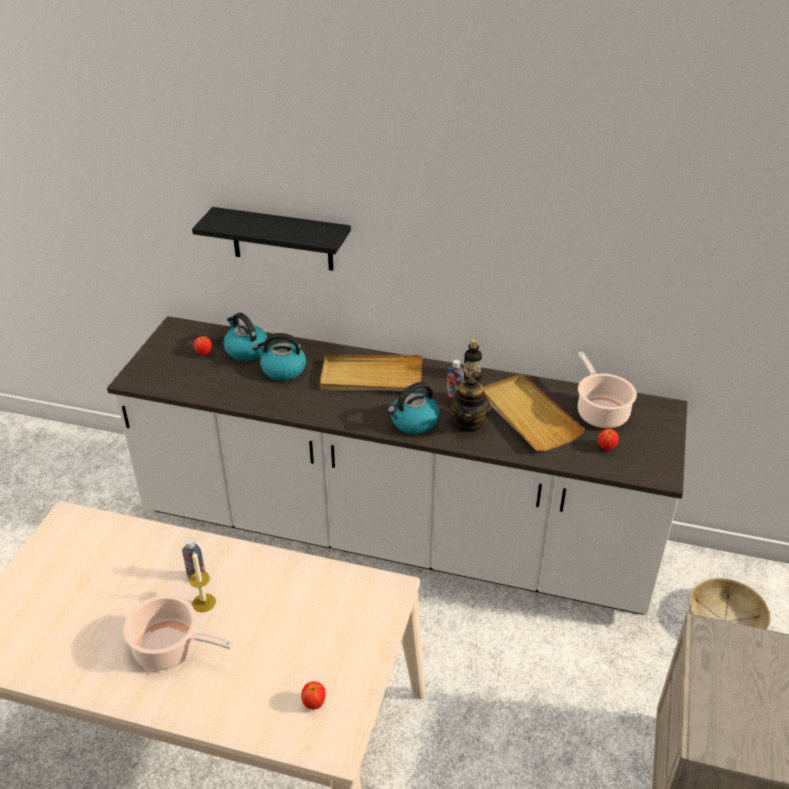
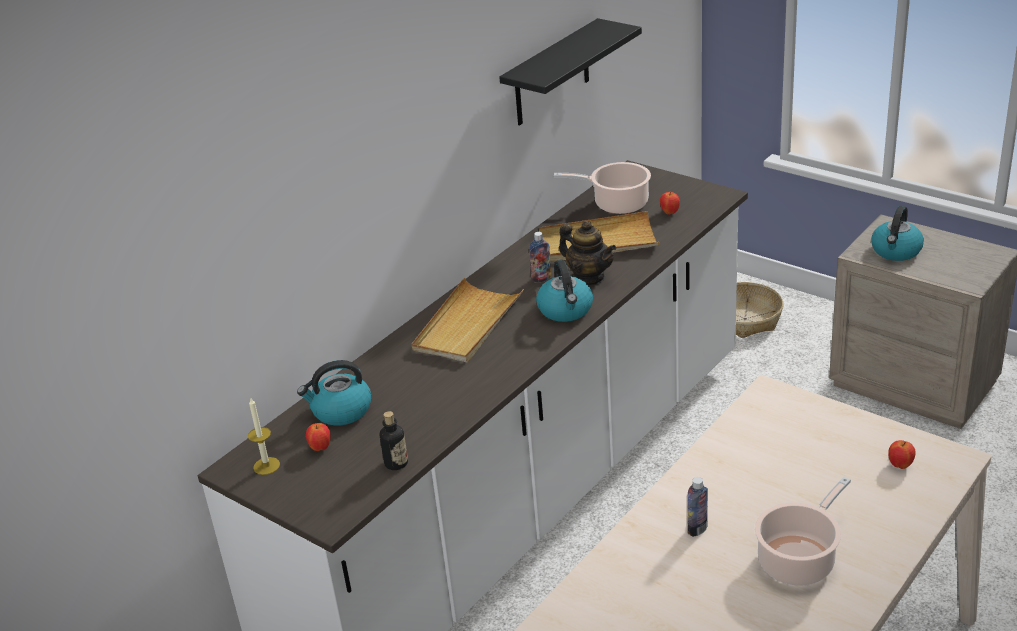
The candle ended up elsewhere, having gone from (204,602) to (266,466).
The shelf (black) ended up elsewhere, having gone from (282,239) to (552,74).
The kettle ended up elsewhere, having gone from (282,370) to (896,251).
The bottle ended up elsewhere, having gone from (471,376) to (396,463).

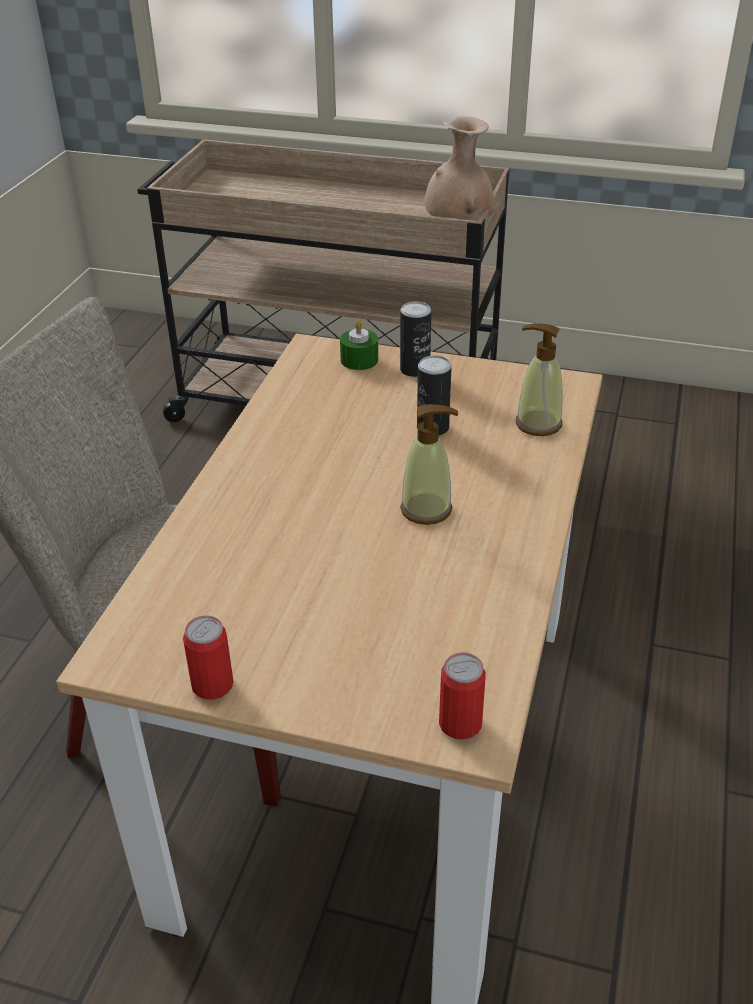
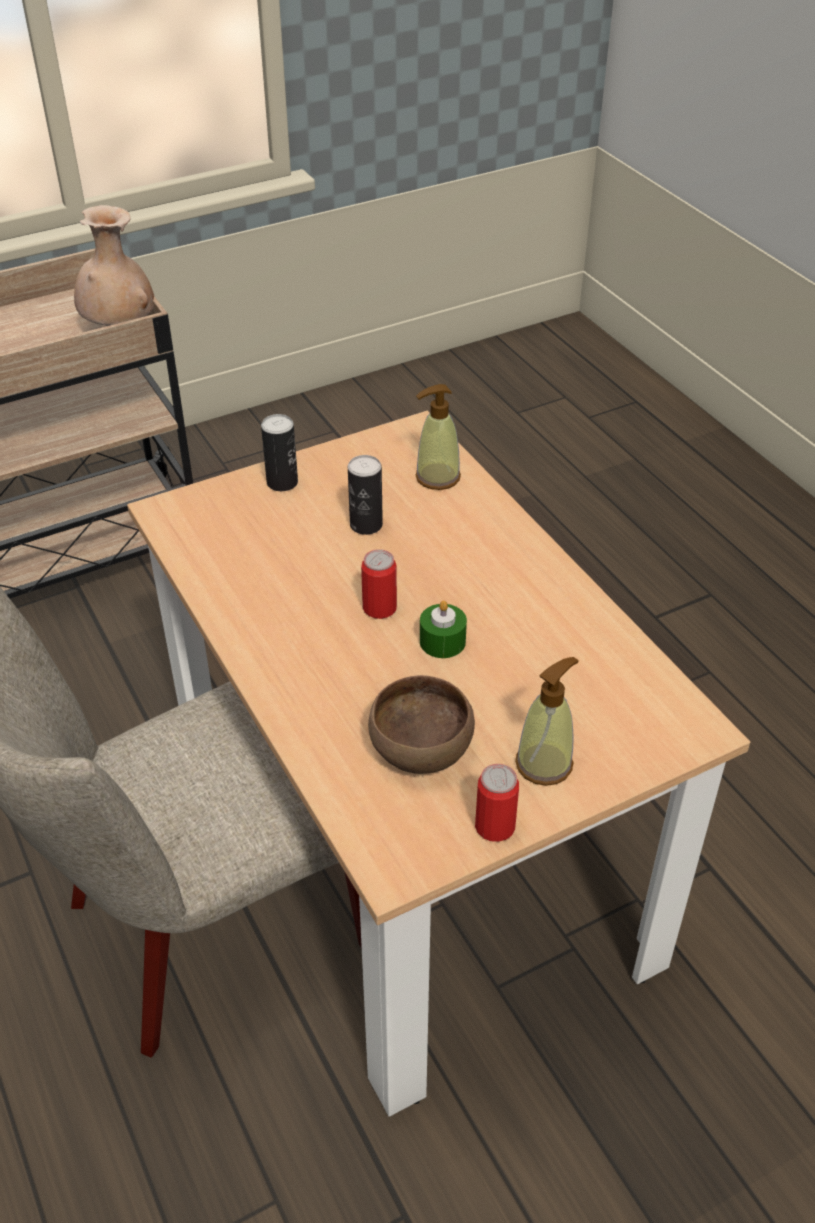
The candle (green) ended up elsewhere, having gone from (359,360) to (442,641).
The soap dispenser ended up elsewhere, having gone from (426,509) to (544,764).
The can ended up elsewhere, having gone from (460,723) to (379,608).
The second view gained the bowl (brown) at (418,749).

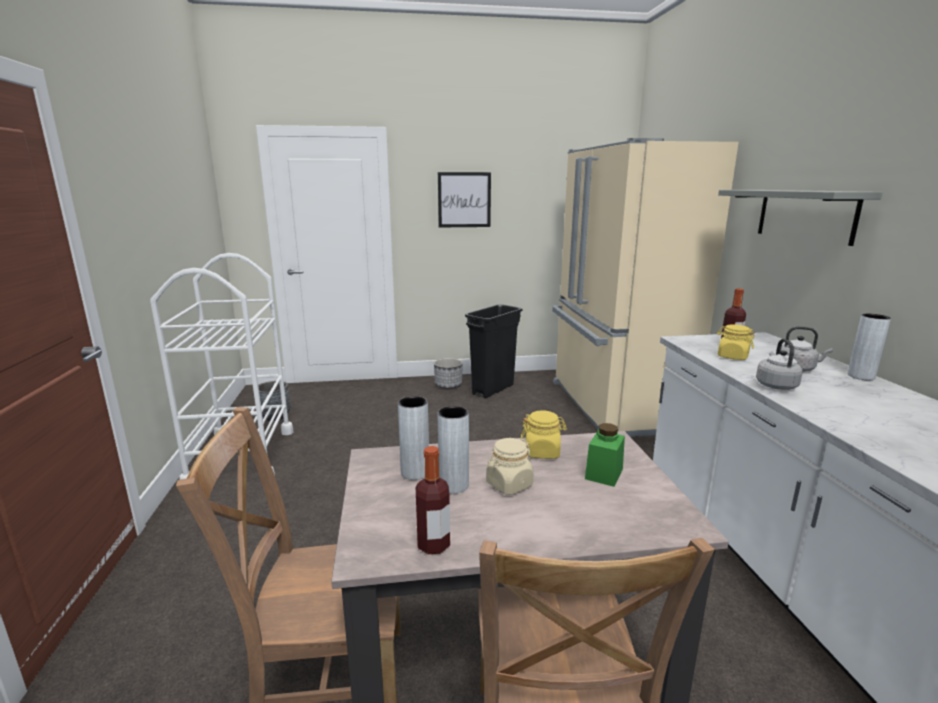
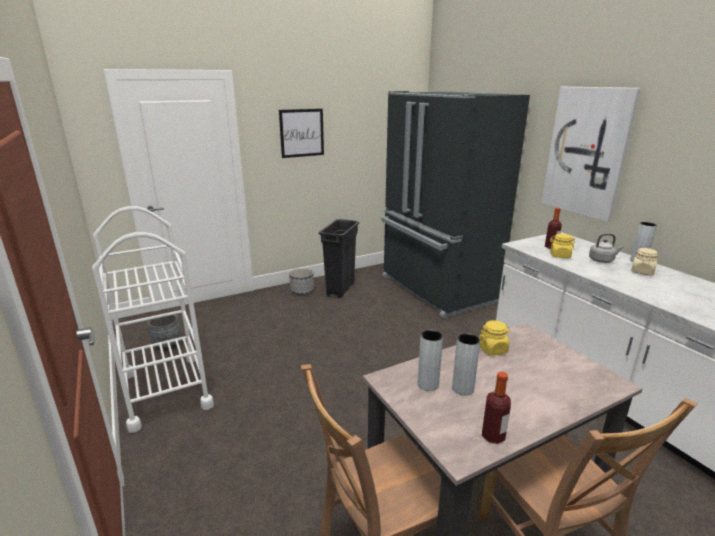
The jar (beige) ended up elsewhere, having gone from (509,485) to (642,272).
What was the fridge (beige) at (613,406) turned into the fridge (black) at (436,289).
The second view lost the jar (green) at (604,474).
Where the shelf (grey) hung at (805,215), the picture came to hang at (587,152).
The second view lost the kettle (grey) at (775,385).

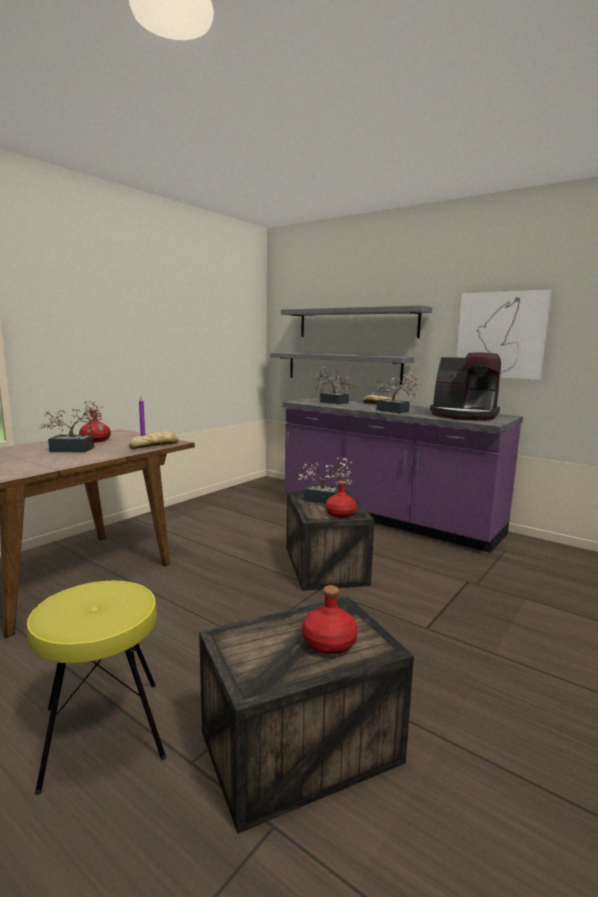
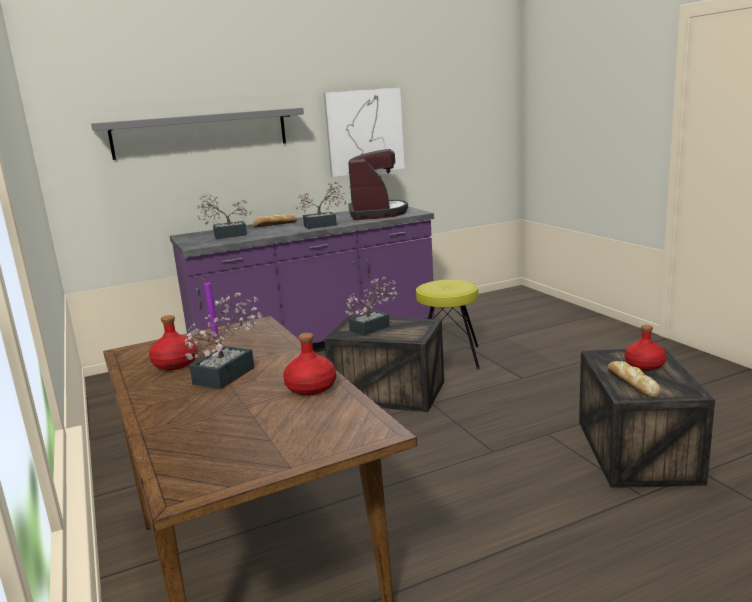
The stool (yellow) ended up elsewhere, having gone from (104,731) to (448,357).
The bread ended up elsewhere, having gone from (155,445) to (631,384).
The second view lost the shelf (grey) at (342,368).
The bottle (red) ended up elsewhere, having gone from (340,514) to (310,388).
The coffee machine at (464,415) ended up facing another way, 60 degrees counterclockwise from before.

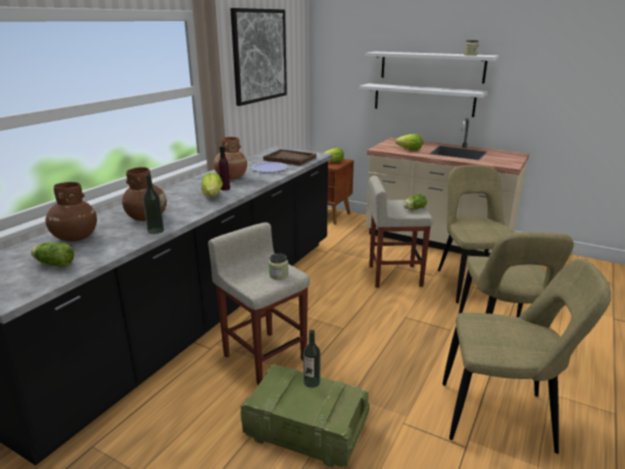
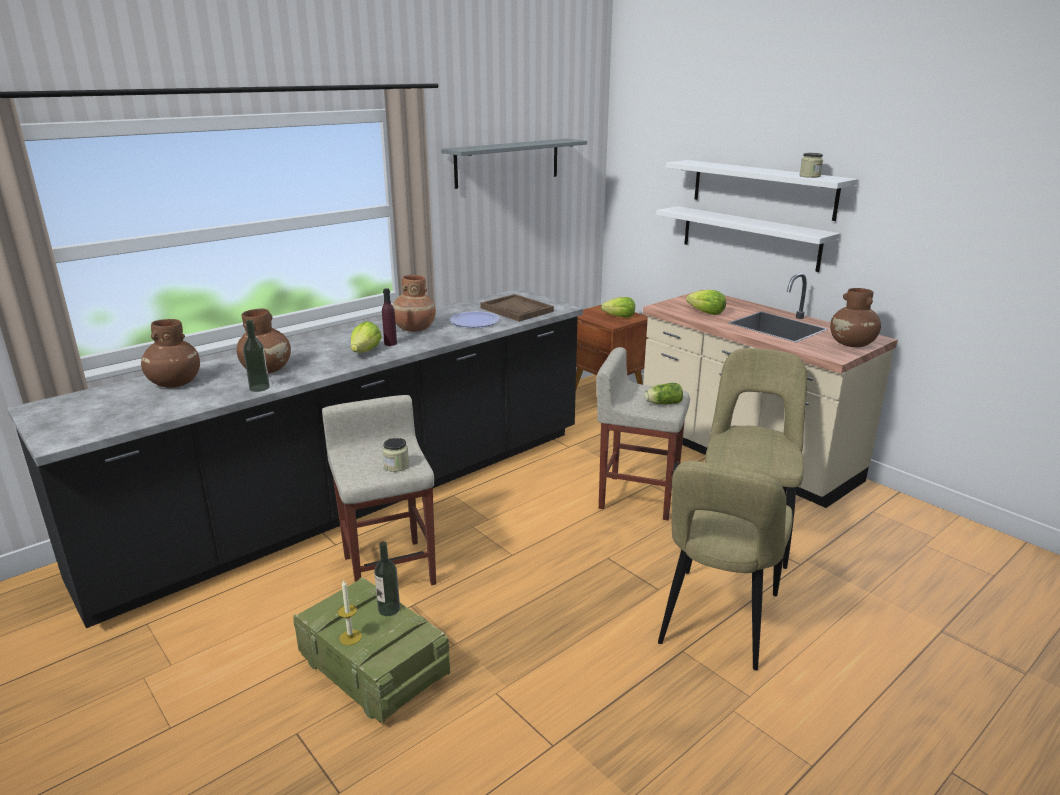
The second view lost the lettuce at (53,263).
Where the picture hung at (259,55), the shelf (grey) came to hang at (507,162).
The second view lost the chair (beige) at (502,417).
The second view gained the candle at (350,637).
The second view gained the vase (brown) at (851,344).

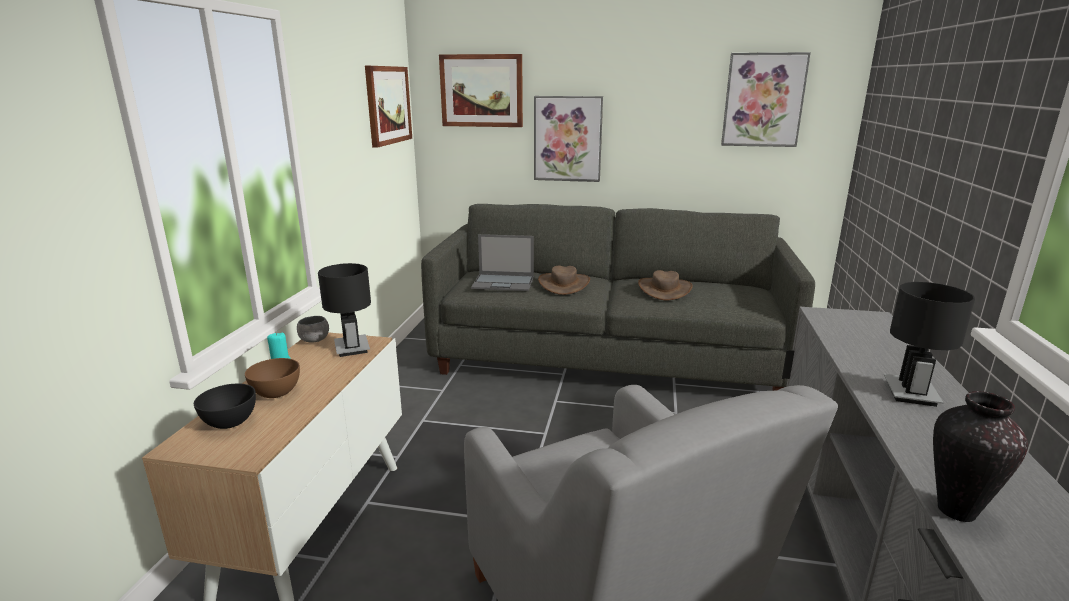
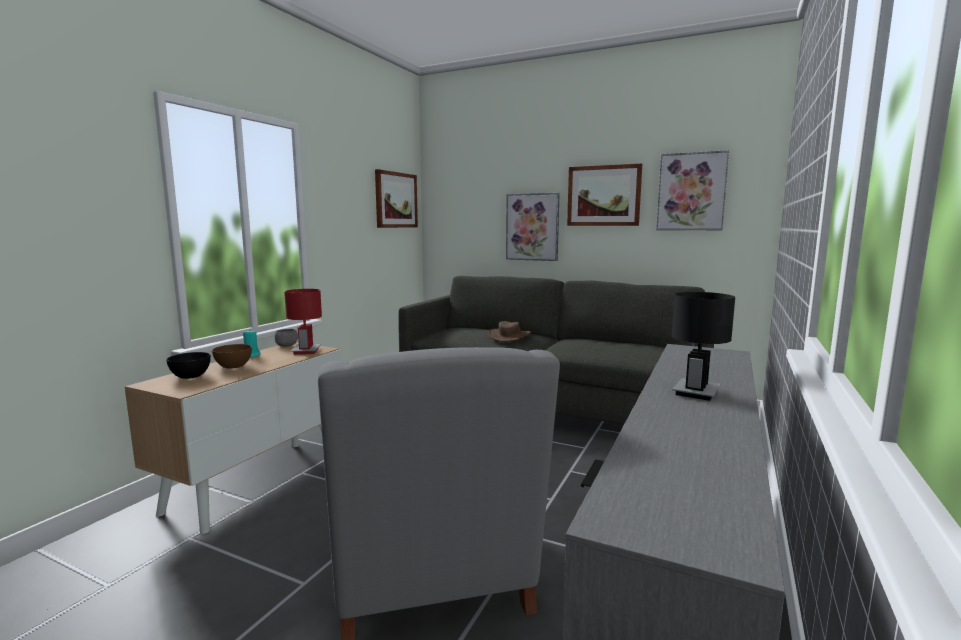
What was the table lamp (black) at (351,348) turned into the table lamp (red) at (306,351).
The picture ended up elsewhere, having gone from (481,91) to (603,196).
The second view lost the laptop at (504,283).
The second view lost the hat (brown) at (664,289).
The second view lost the vase at (955,510).

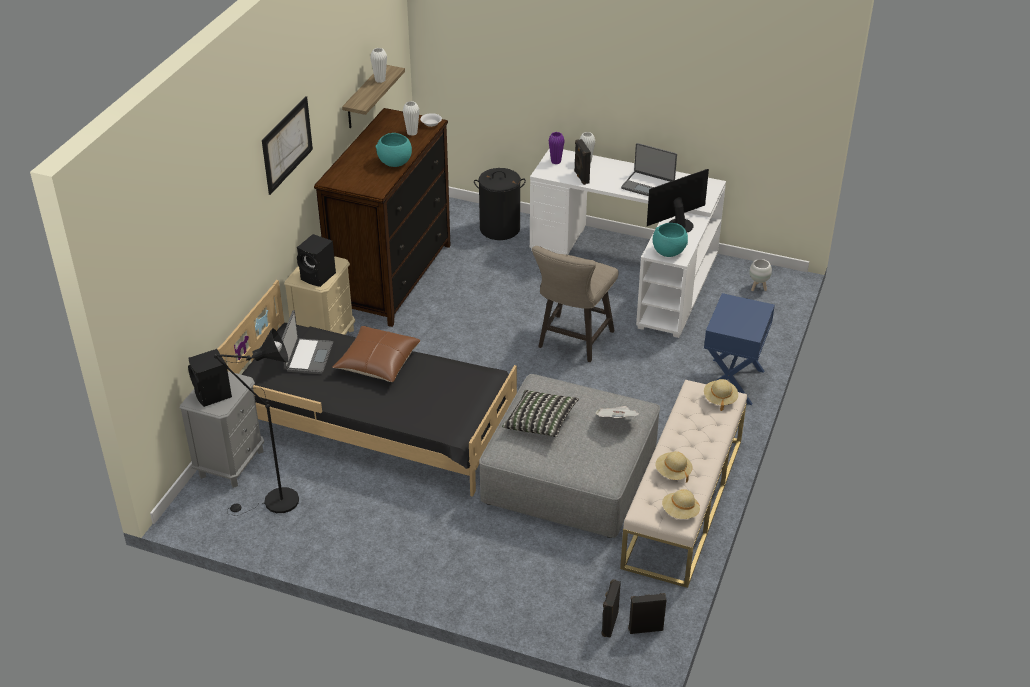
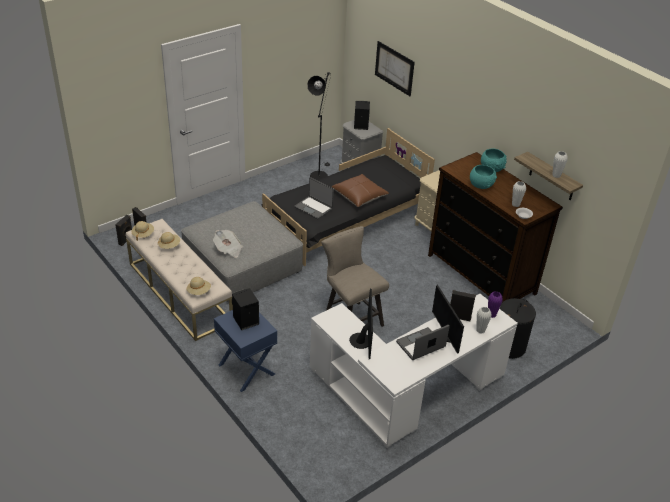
The picture ended up elsewhere, having gone from (287,144) to (394,68).
The laptop ended up elsewhere, having gone from (308,357) to (314,208).
The speaker (black) ended up elsewhere, having gone from (319,277) to (245,321).
The second view lost the pillow at (540,422).
The bowl (turquoise) ended up elsewhere, having gone from (668,251) to (492,169).
The second view lost the planter (white) at (758,288).
The second view gained the monitor at (448,335).

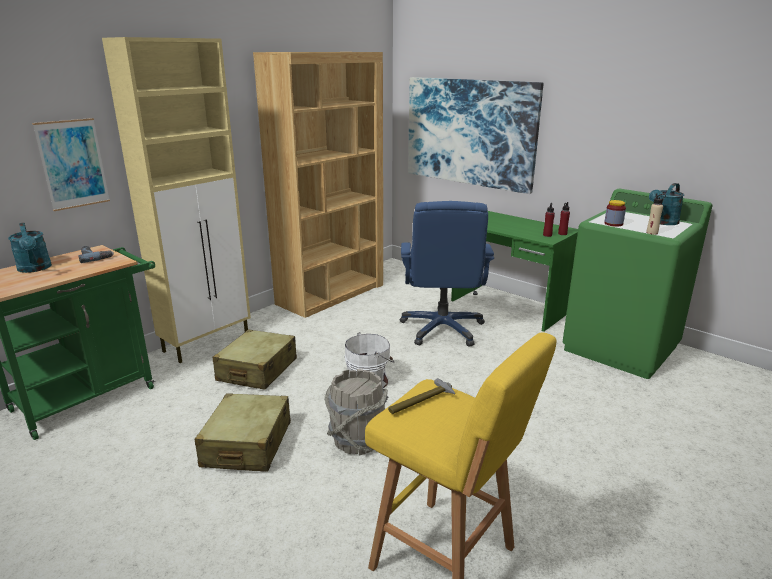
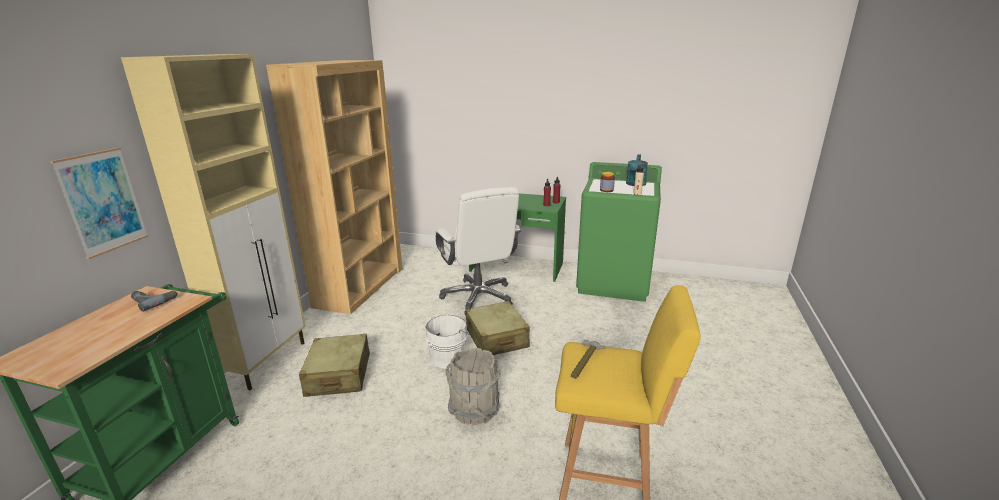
The second view lost the watering can (turquoise) at (35,269).
The suitcase (beige) ended up elsewhere, having gone from (247,444) to (496,338).
What was the office chair (blue) at (442,329) turned into the office chair (white) at (478,297).
The second view lost the picture at (469,132).

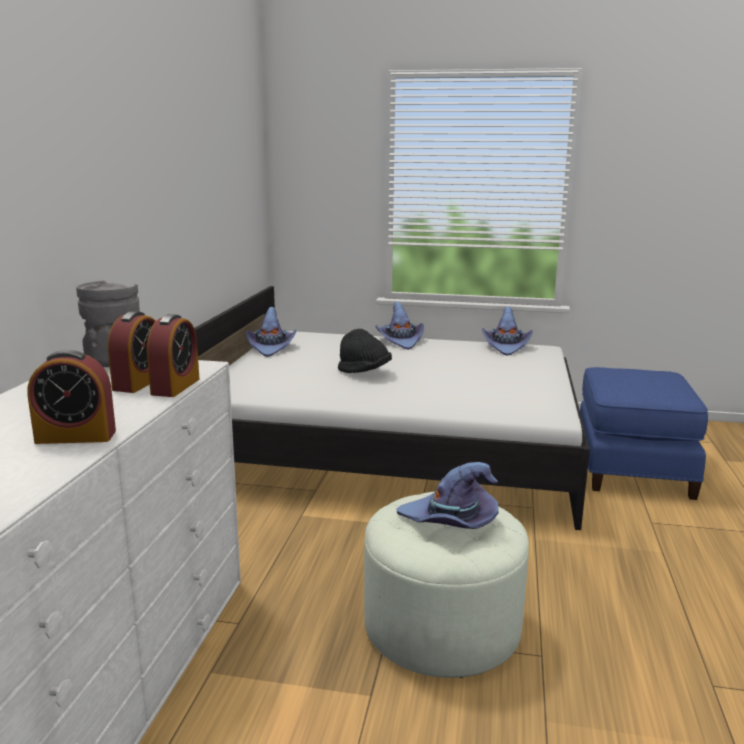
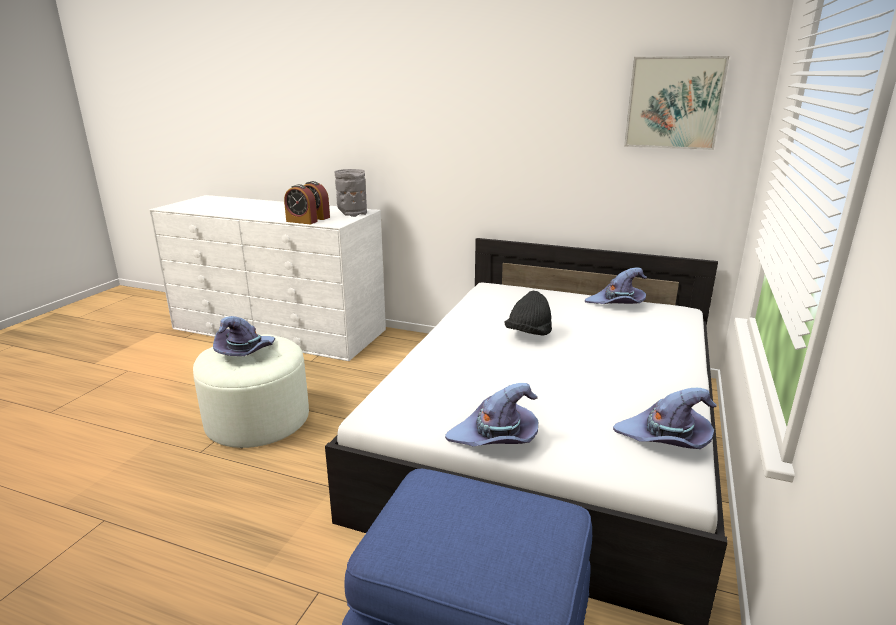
The second view lost the alarm clock at (76,436).
The hat (purple) ended up elsewhere, having gone from (400,341) to (496,437).
The second view gained the picture at (674,103).

